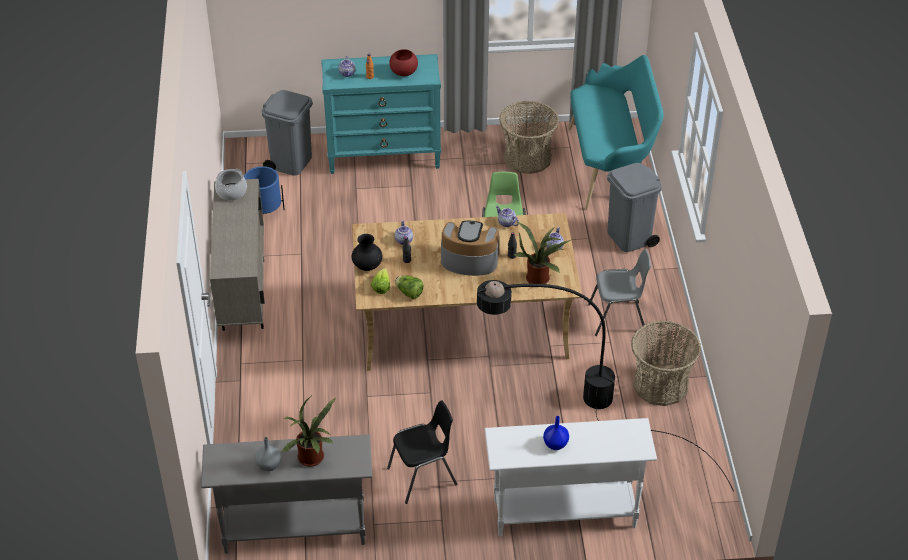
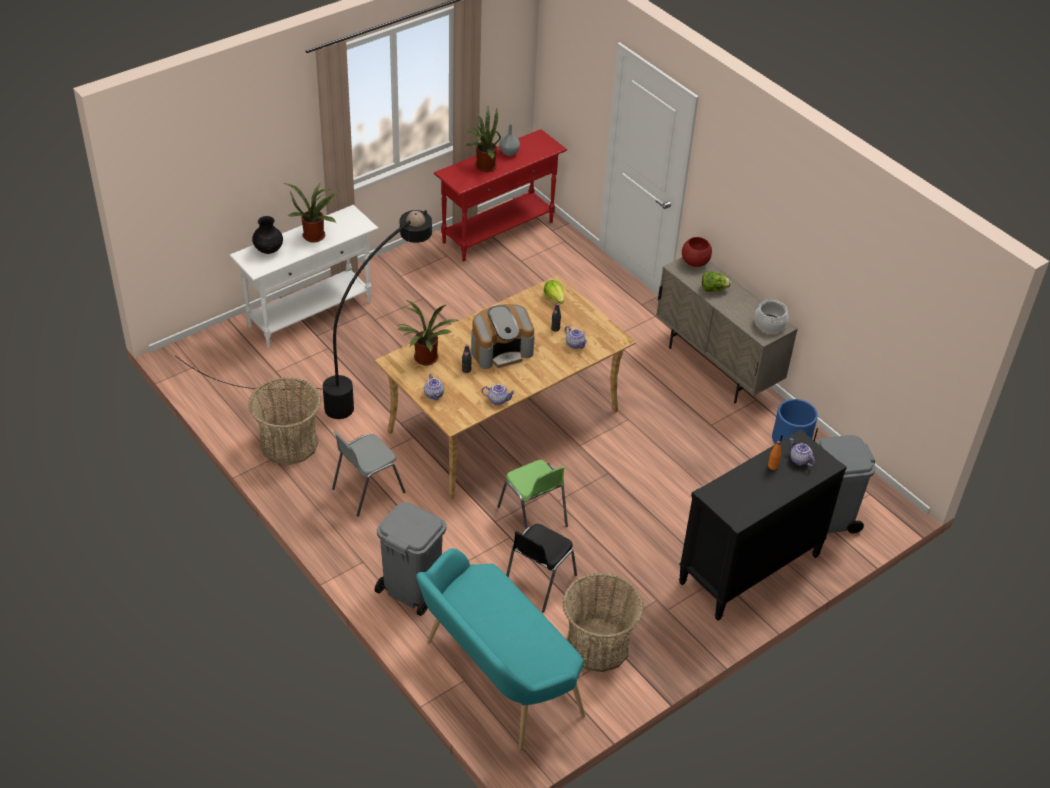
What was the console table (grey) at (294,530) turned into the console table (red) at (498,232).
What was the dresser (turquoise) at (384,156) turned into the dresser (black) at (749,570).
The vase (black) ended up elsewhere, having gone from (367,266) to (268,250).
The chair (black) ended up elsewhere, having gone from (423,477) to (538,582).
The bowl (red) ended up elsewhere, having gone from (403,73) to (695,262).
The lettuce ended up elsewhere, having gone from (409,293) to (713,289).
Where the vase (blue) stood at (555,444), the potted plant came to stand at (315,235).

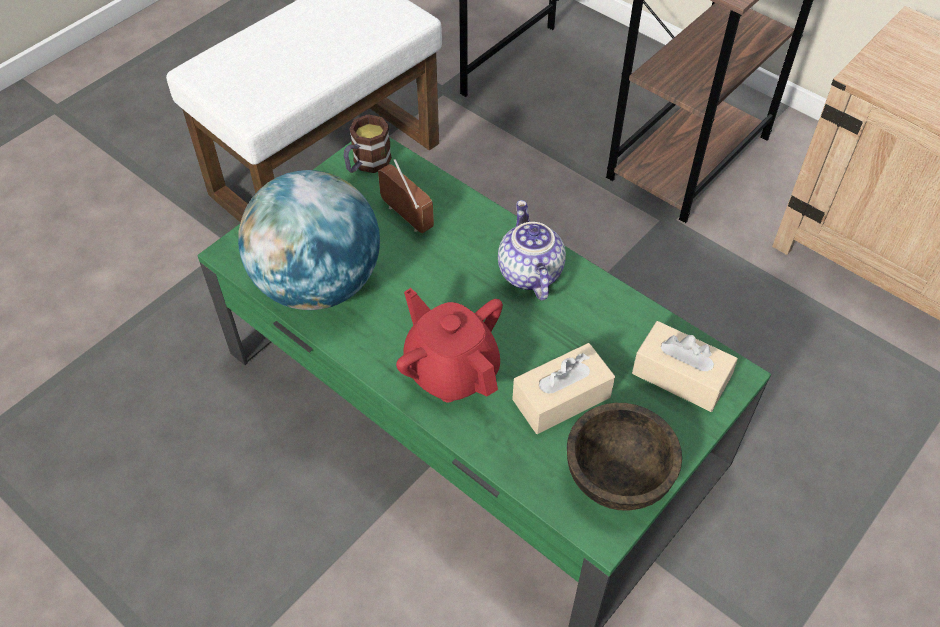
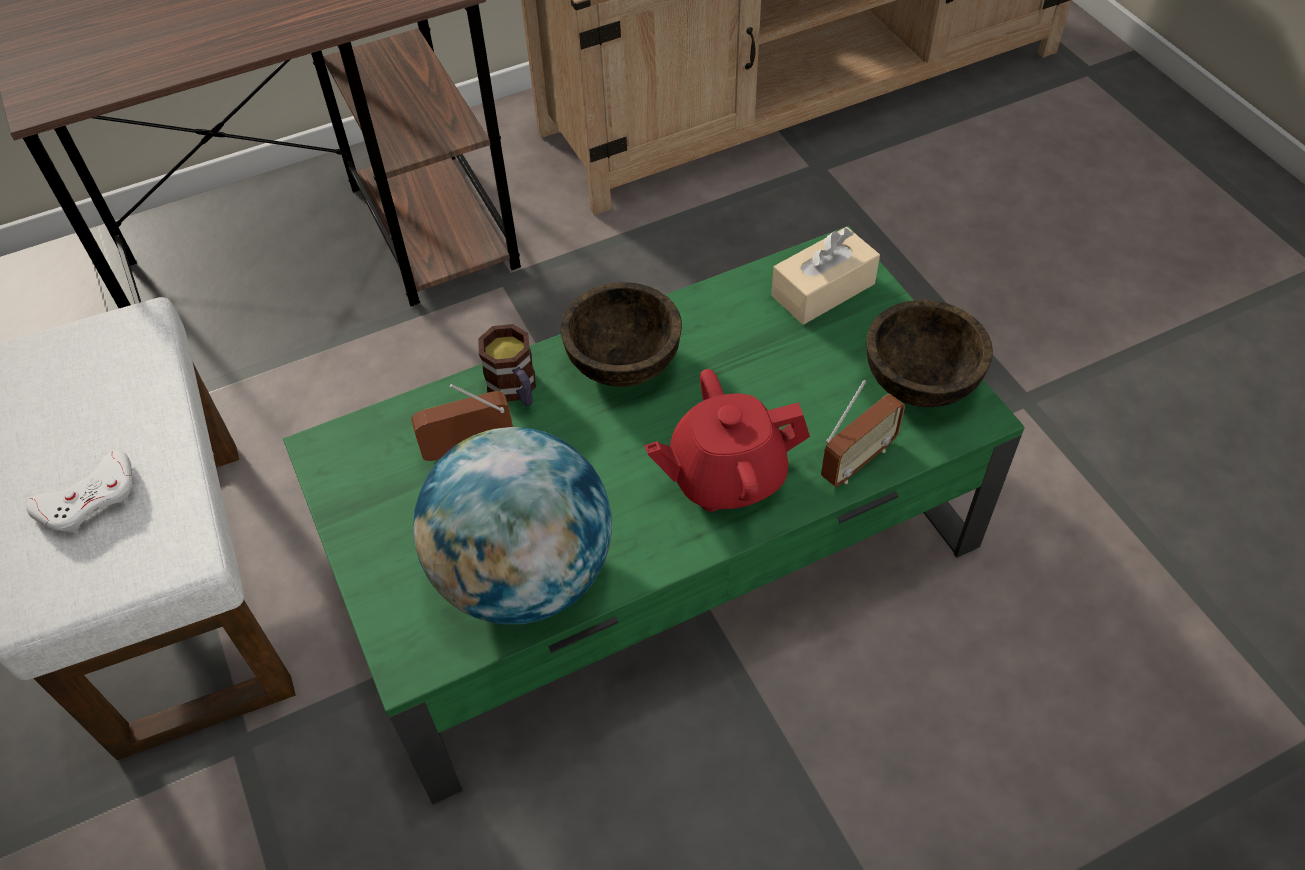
The mug ended up elsewhere, having gone from (366,164) to (516,390).
Where the teapot stood at (528,273), the bowl (brown) came to stand at (624,362).
The second view lost the tissue box (beige) at (561,398).
The second view gained the game controller (white) at (90,500).
The second view gained the radio at (857,461).

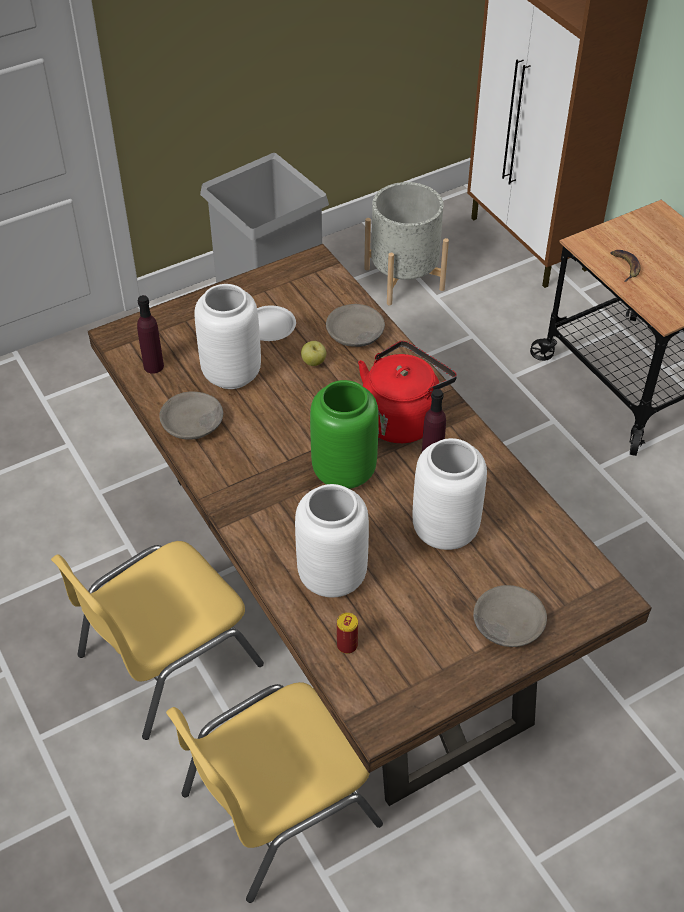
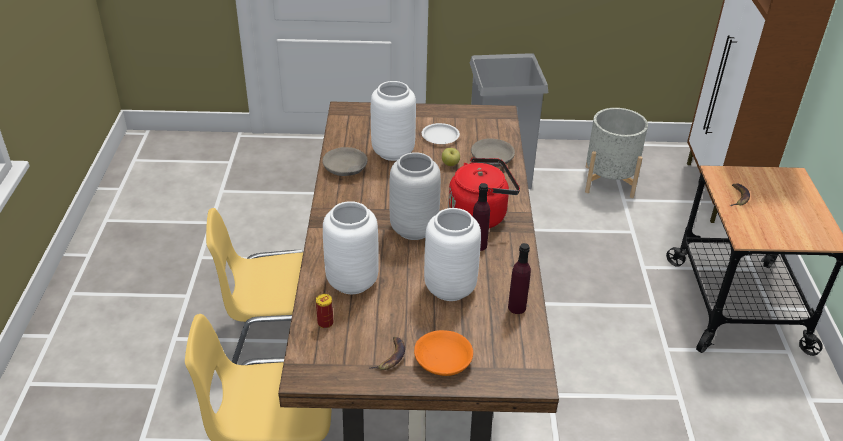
The bottle (purple) ended up elsewhere, having gone from (153,366) to (517,307).
What was the vase (green) at (345,472) turned into the vase (grey) at (414,229).
What was the bowl (grey) at (507,624) turned into the bowl (orange) at (442,360).
The second view gained the banana at (390,356).

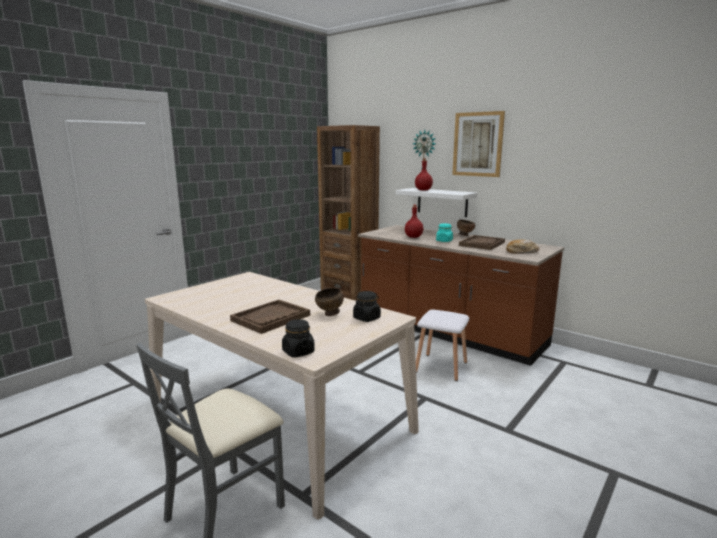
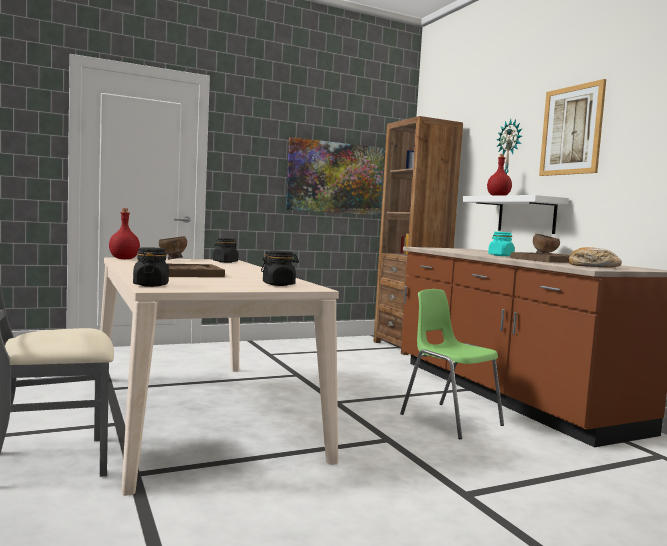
The bowl (brown) ended up elsewhere, having gone from (330,314) to (172,260).
The bottle (red) ended up elsewhere, having gone from (413,237) to (123,259).
Where the stool (white) stood at (440,366), the chair (green) came to stand at (449,419).
The second view gained the jar (black) at (225,262).
The second view gained the picture at (335,178).

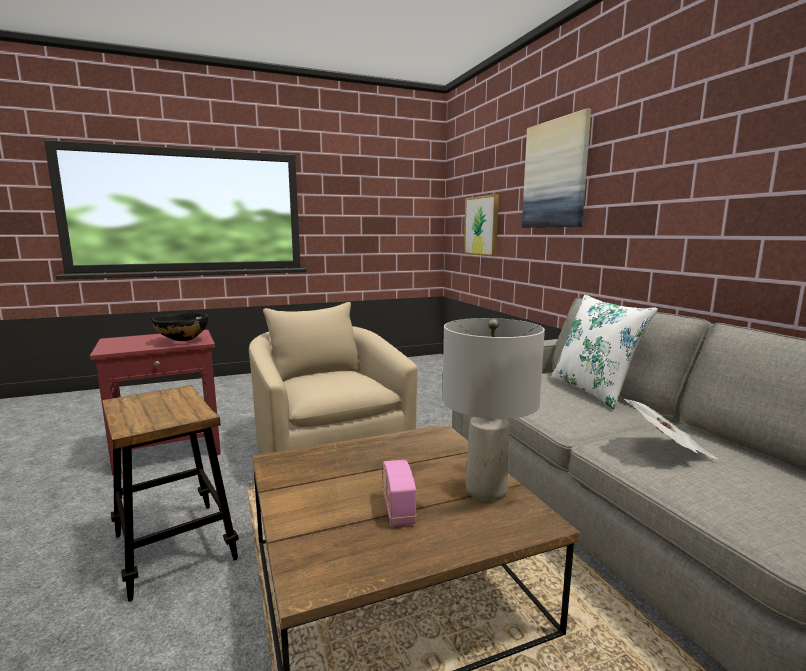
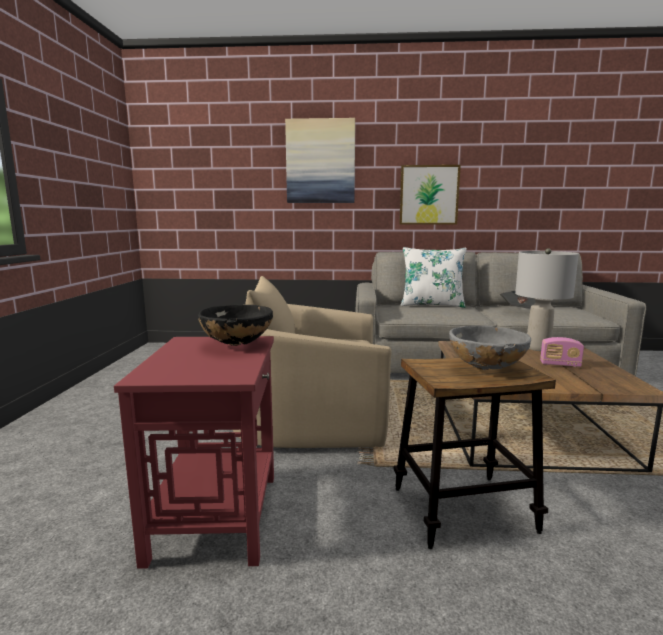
The picture ended up elsewhere, having gone from (481,226) to (429,195).
The second view gained the bowl (grey) at (486,369).

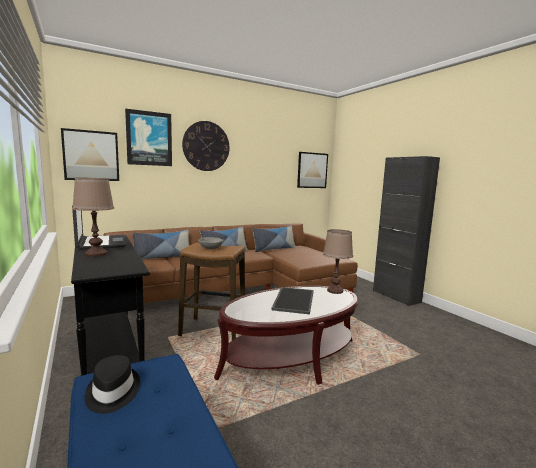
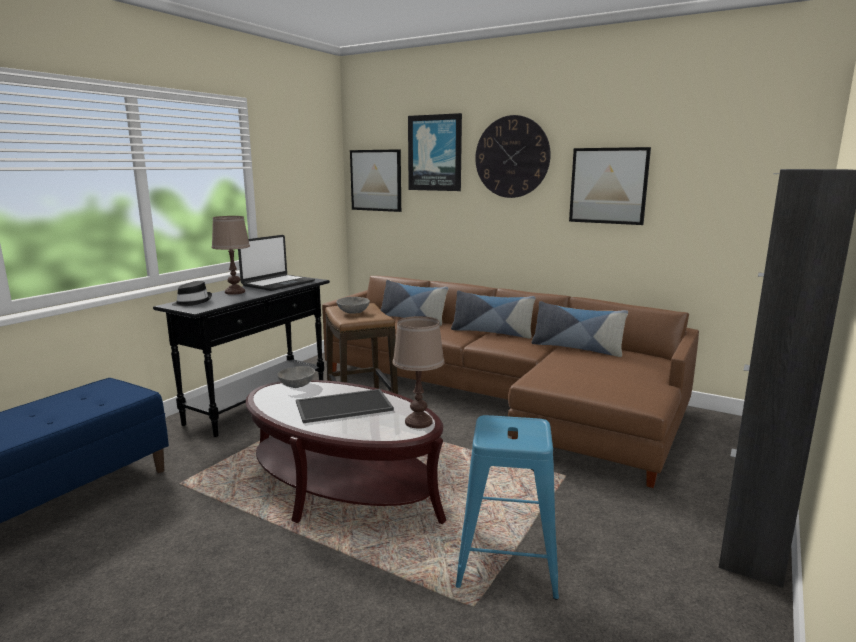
The hat (black) ended up elsewhere, having gone from (112,392) to (192,302).
The picture ended up elsewhere, having gone from (312,170) to (608,186).
The second view gained the bowl (grey) at (297,385).
The second view gained the stool (blue) at (506,560).

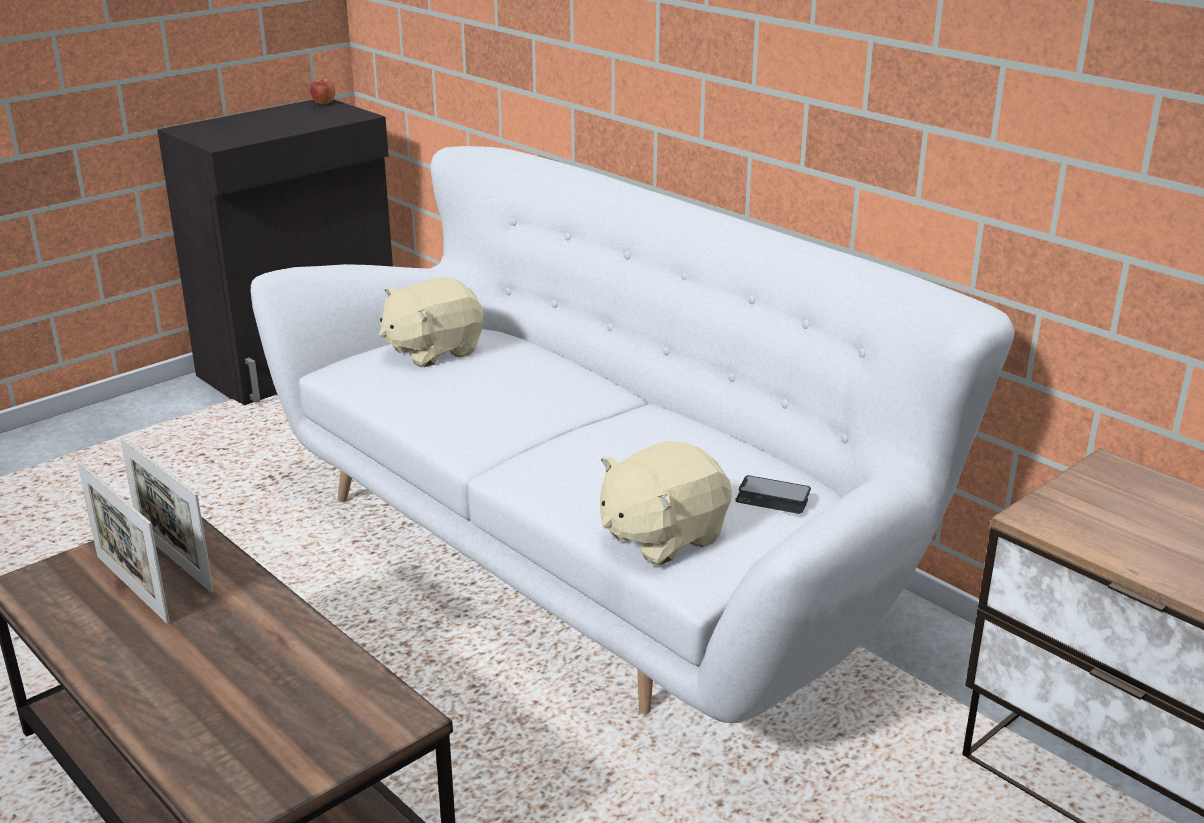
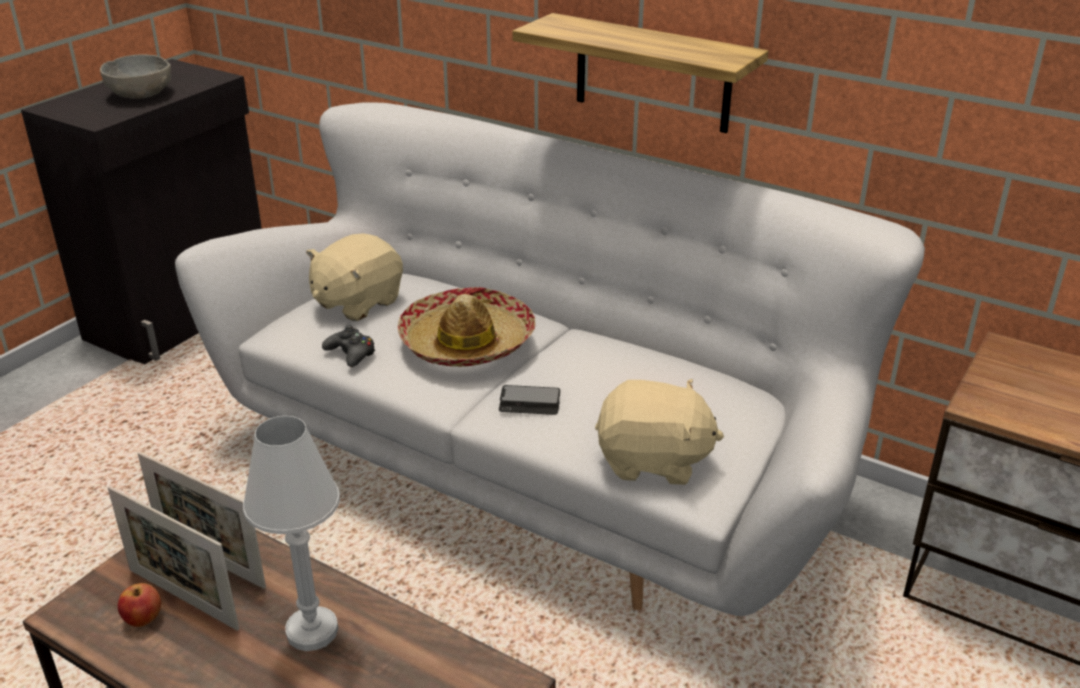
The apple ended up elsewhere, having gone from (324,103) to (143,619).
The plush toy (beige) at (661,536) ended up facing another way, 120 degrees counterclockwise from before.
The phone ended up elsewhere, having gone from (773,497) to (529,402).
The second view gained the bowl (grey) at (141,94).
The second view gained the table lamp (white) at (312,631).
The second view gained the game controller (black) at (351,353).
The second view gained the hat at (467,342).
The second view gained the shelf at (652,74).

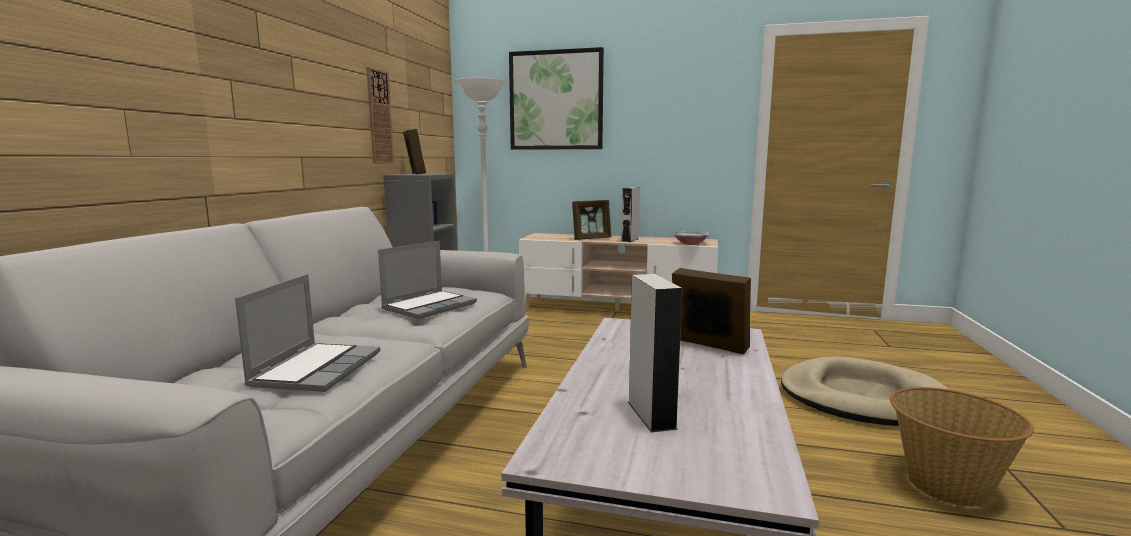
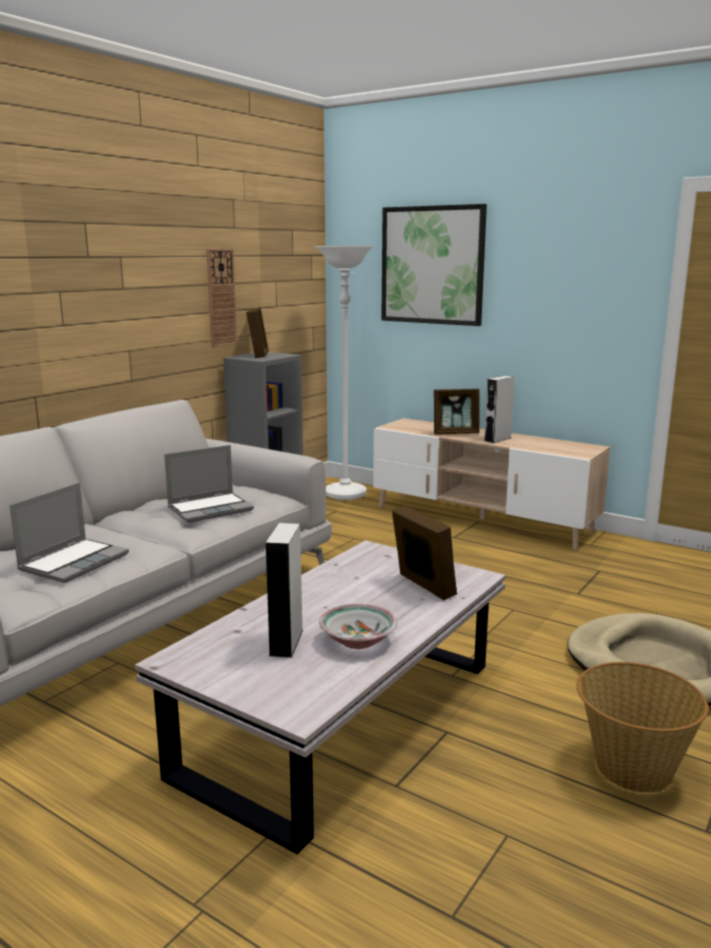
The bowl ended up elsewhere, having gone from (690,243) to (357,640).

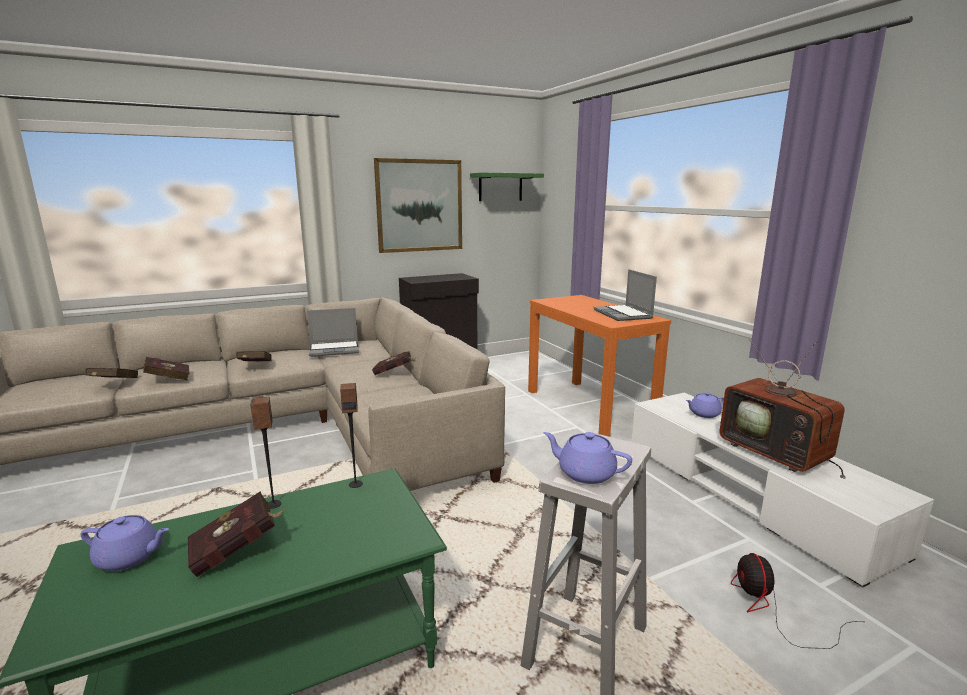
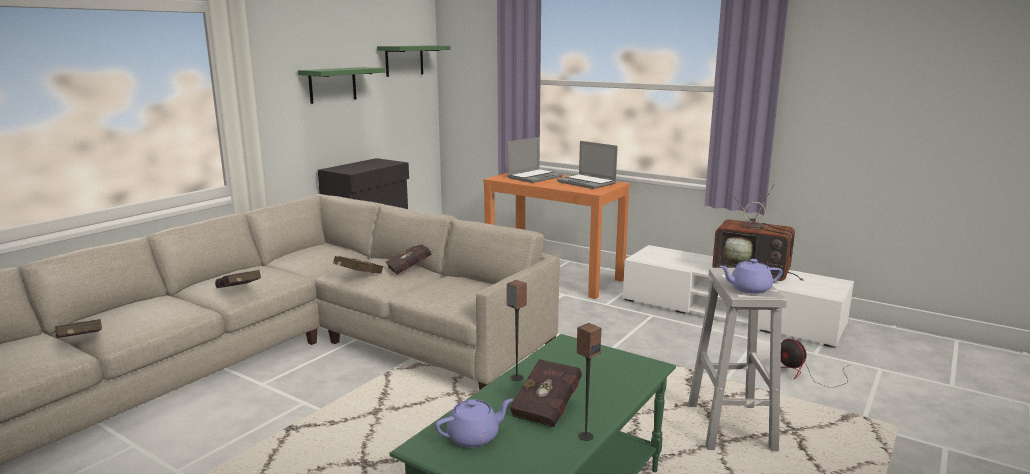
The book (red) ended up elsewhere, having gone from (166,379) to (357,277).
The laptop ended up elsewhere, having gone from (335,349) to (535,177).
The speaker ended up elsewhere, having gone from (355,484) to (585,436).
Where the picture hung at (419,206), the shelf (green) came to hang at (332,85).
The second view lost the teapot (purple) at (703,414).

